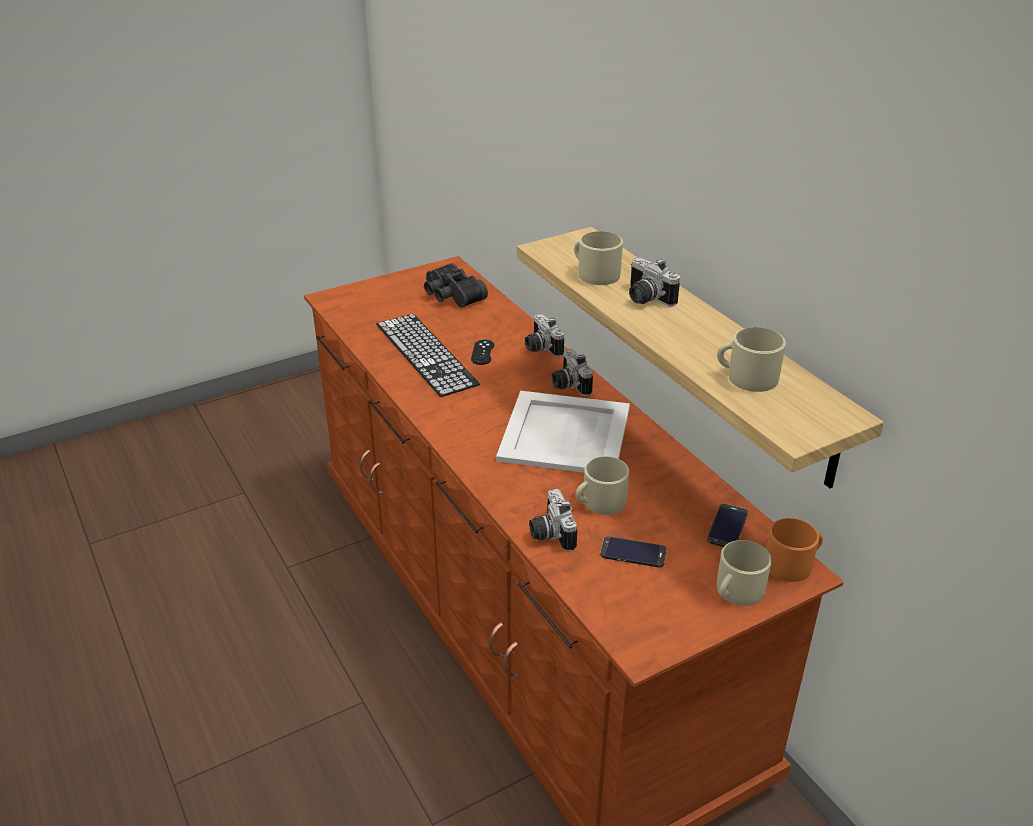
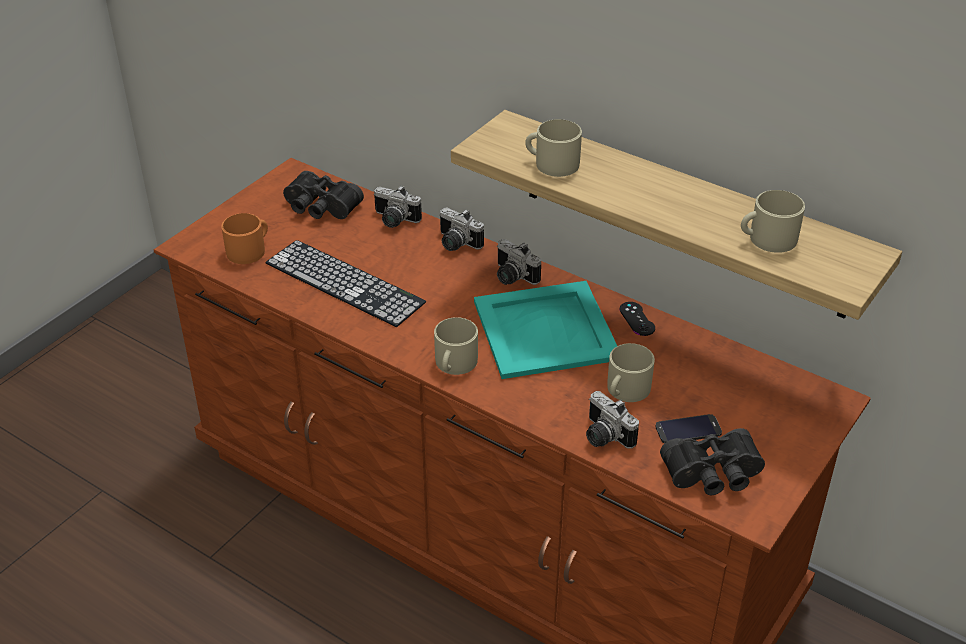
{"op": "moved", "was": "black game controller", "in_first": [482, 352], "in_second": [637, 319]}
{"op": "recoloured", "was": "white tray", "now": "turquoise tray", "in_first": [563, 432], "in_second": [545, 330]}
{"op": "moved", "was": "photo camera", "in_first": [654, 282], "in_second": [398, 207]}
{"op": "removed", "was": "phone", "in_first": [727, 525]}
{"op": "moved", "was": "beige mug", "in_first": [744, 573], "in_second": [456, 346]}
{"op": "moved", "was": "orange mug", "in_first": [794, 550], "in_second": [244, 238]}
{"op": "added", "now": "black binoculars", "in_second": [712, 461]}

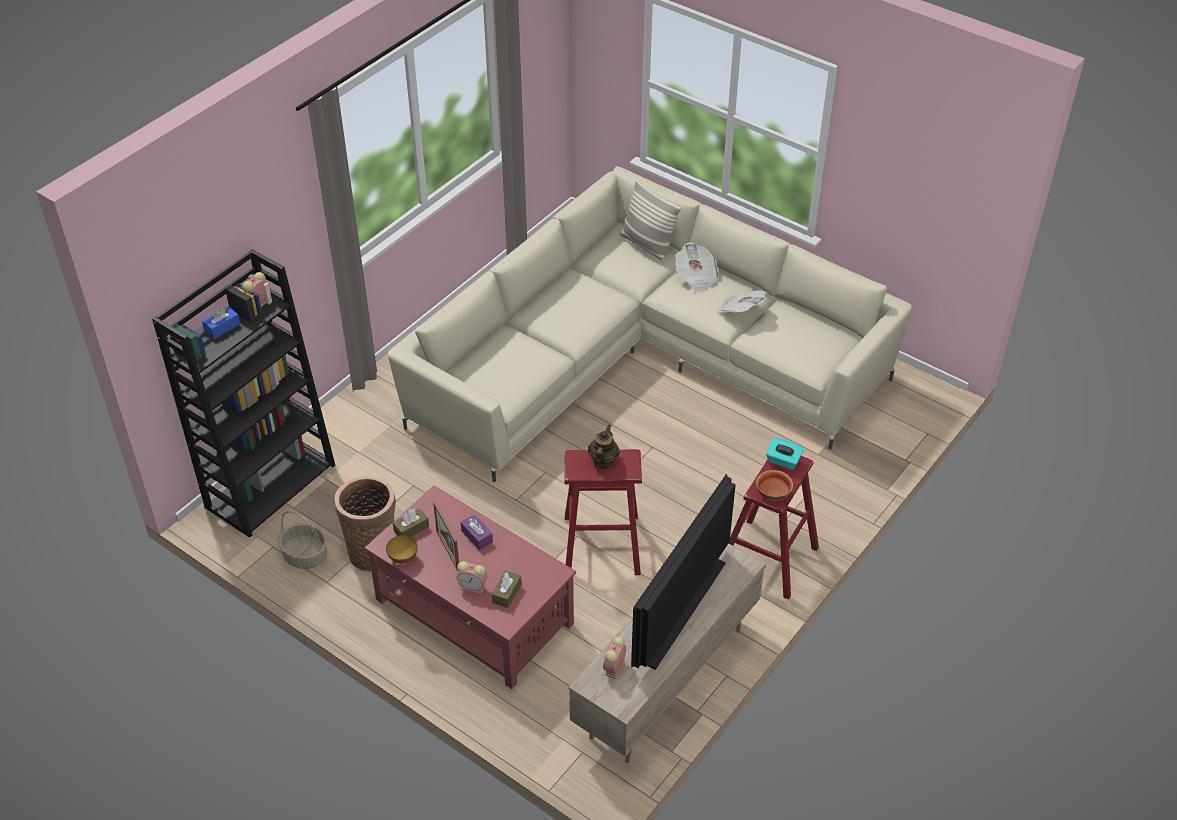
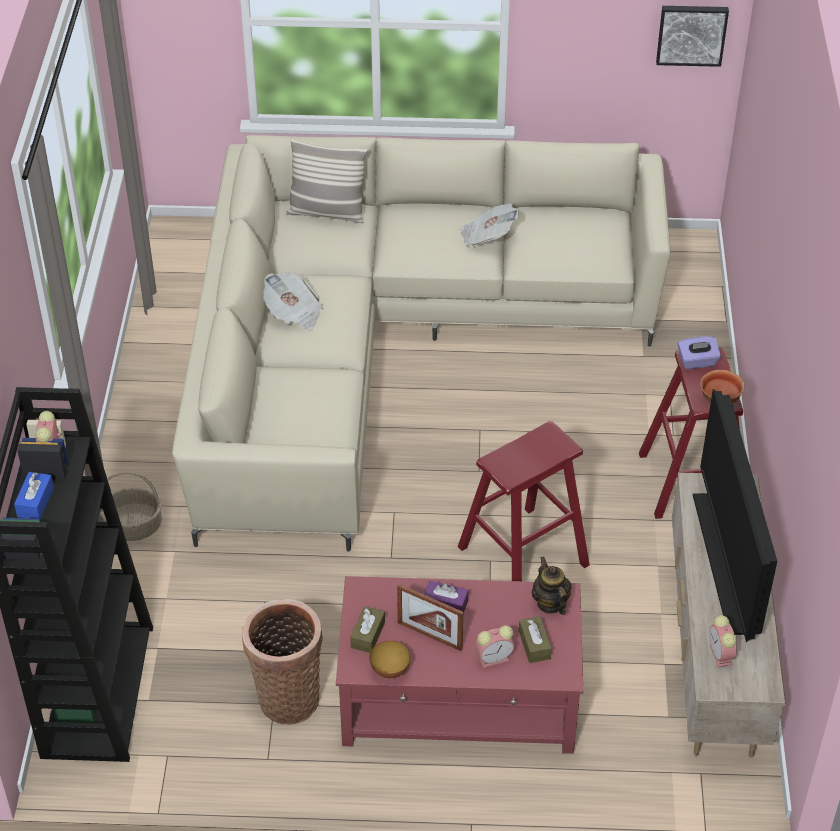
{"op": "moved", "was": "basket", "in_first": [302, 540], "in_second": [131, 507]}
{"op": "moved", "was": "teapot", "in_first": [604, 447], "in_second": [552, 586]}
{"op": "moved", "was": "newspaper", "in_first": [697, 268], "in_second": [293, 301]}
{"op": "recoloured", "was": "turquoise tissue box", "now": "purple tissue box", "in_first": [785, 454], "in_second": [699, 352]}
{"op": "added", "now": "picture", "in_second": [692, 36]}

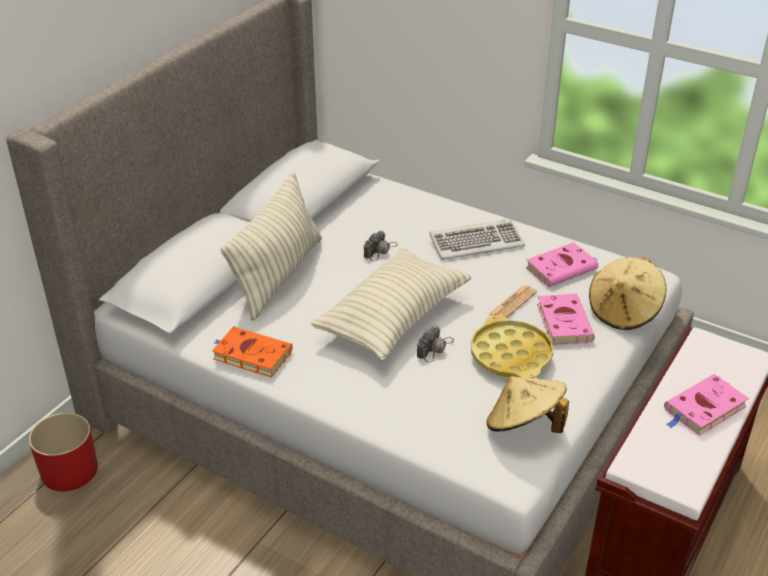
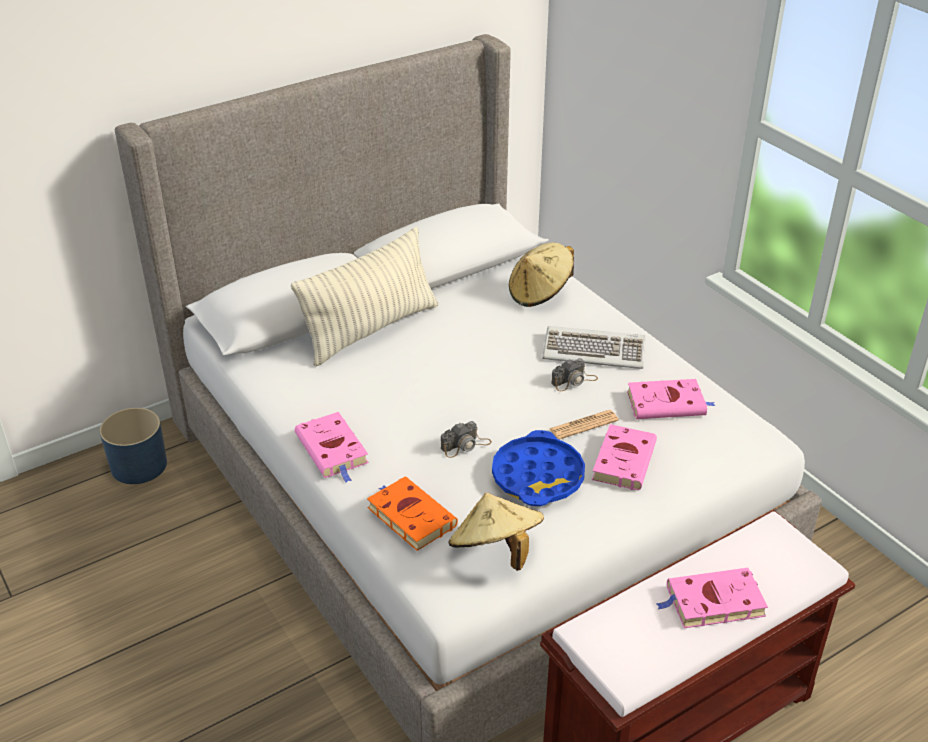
{"op": "recoloured", "was": "red planter", "now": "blue planter", "in_first": [63, 452], "in_second": [133, 446]}
{"op": "moved", "was": "orange book", "in_first": [252, 352], "in_second": [412, 513]}
{"op": "removed", "was": "pillow", "in_first": [391, 304]}
{"op": "moved", "was": "photo camera", "in_first": [381, 245], "in_second": [574, 374]}
{"op": "recoloured", "was": "yellow tray", "now": "blue tray", "in_first": [512, 347], "in_second": [538, 468]}
{"op": "moved", "was": "beige hat", "in_first": [627, 293], "in_second": [541, 274]}
{"op": "added", "now": "pink book", "in_second": [332, 447]}

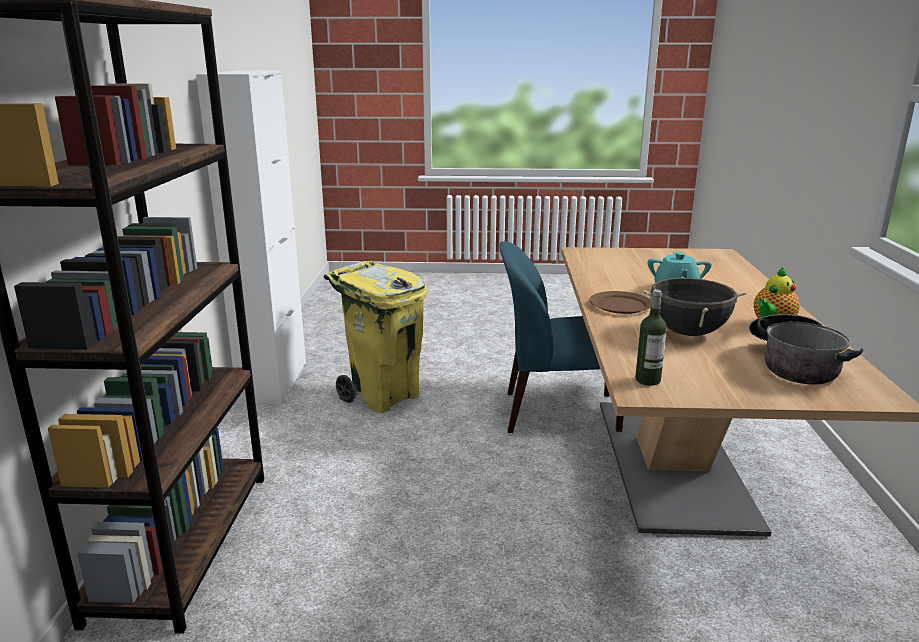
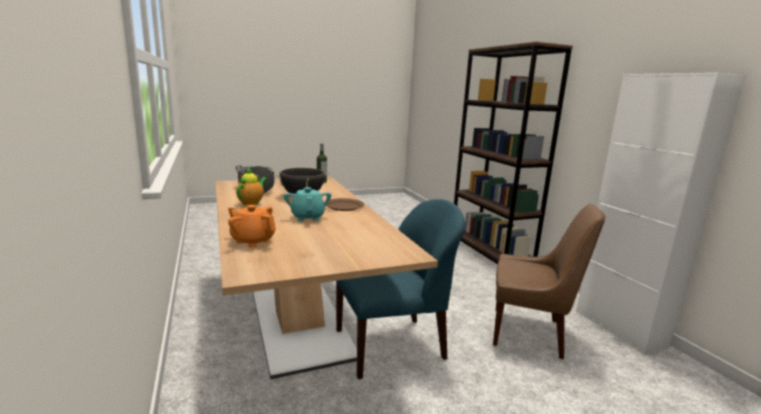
{"op": "replaced", "was": "yellow trash can", "now": "brown chair", "in_first": [376, 337], "in_second": [549, 282]}
{"op": "added", "now": "orange teapot", "in_second": [252, 226]}

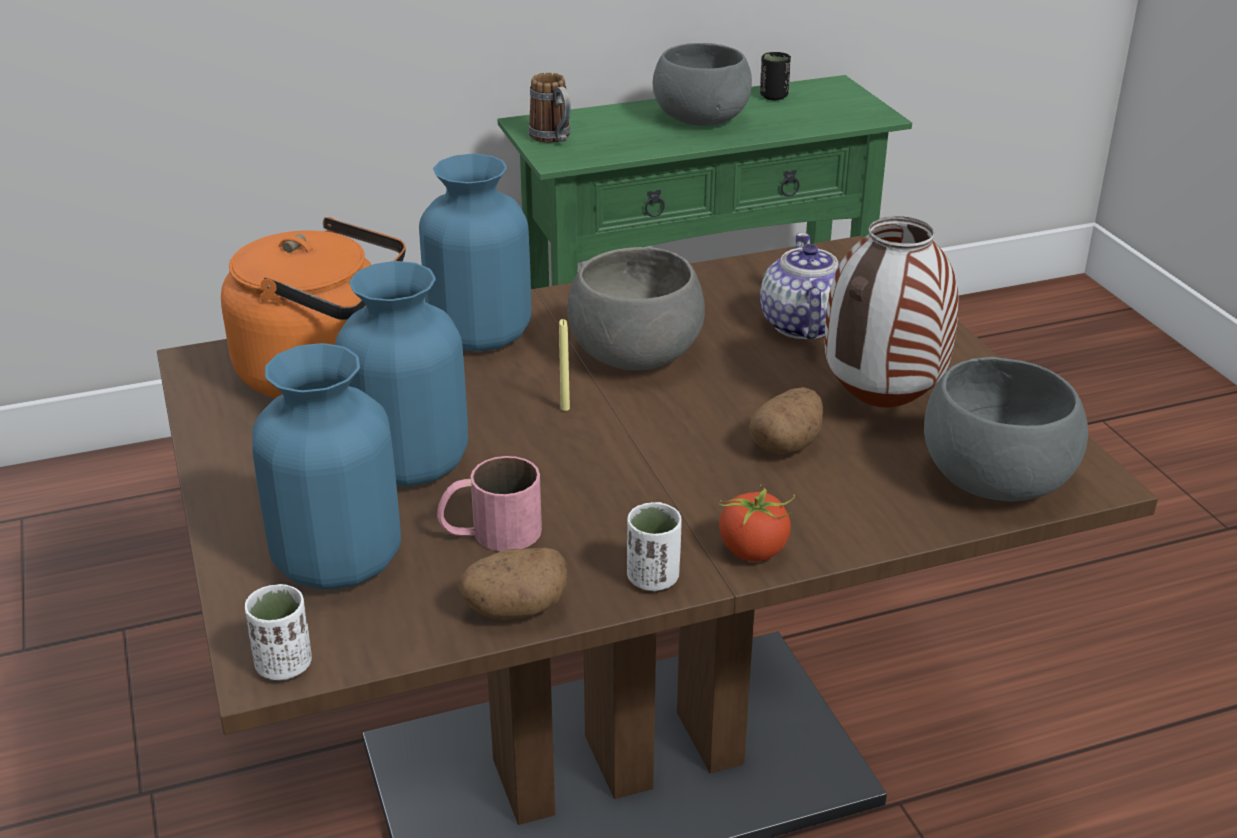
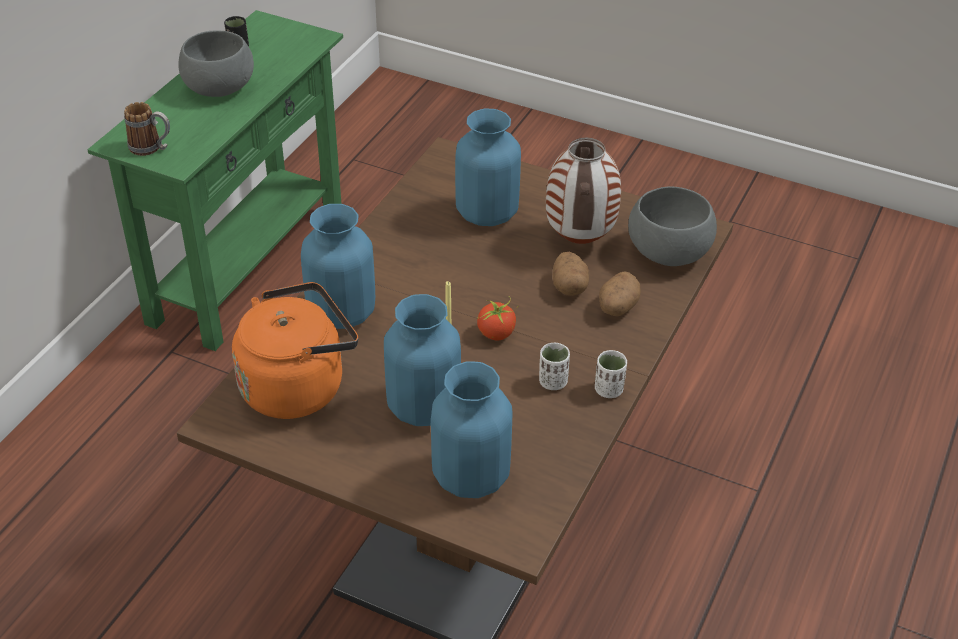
{"op": "moved", "was": "white cup", "in_first": [278, 632], "in_second": [554, 366]}
{"op": "removed", "was": "pink mug", "in_first": [489, 503]}
{"op": "moved", "was": "potato", "in_first": [512, 584], "in_second": [620, 293]}
{"op": "removed", "was": "grey bowl", "in_first": [636, 309]}
{"op": "moved", "was": "tomato", "in_first": [757, 523], "in_second": [498, 318]}
{"op": "replaced", "was": "teapot", "now": "blue vase", "in_first": [799, 286], "in_second": [488, 167]}

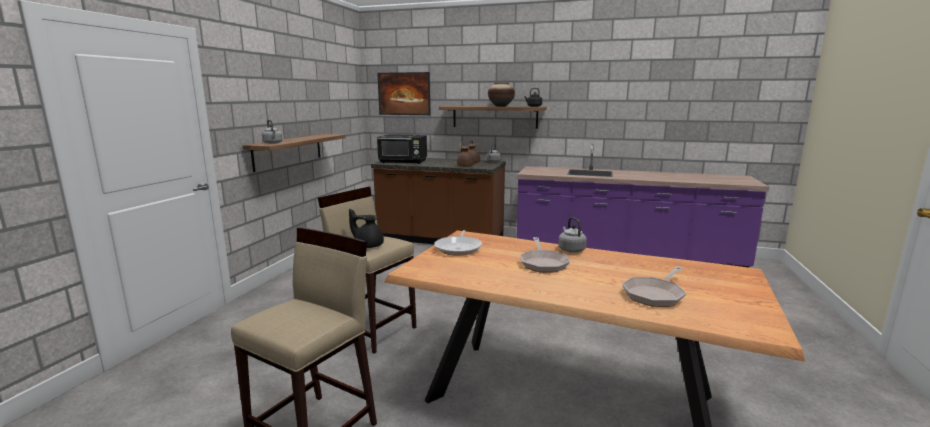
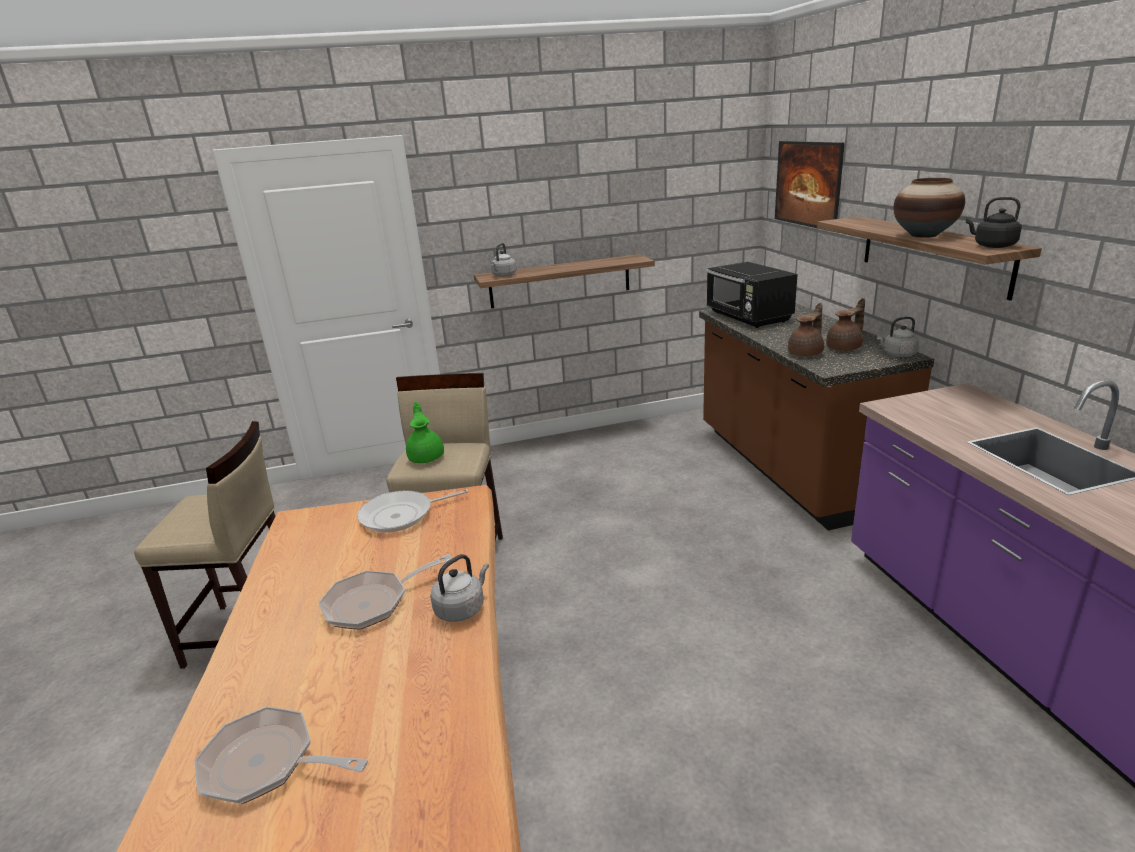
{"op": "recoloured", "was": "black teapot", "now": "green teapot", "in_first": [366, 228], "in_second": [425, 432]}

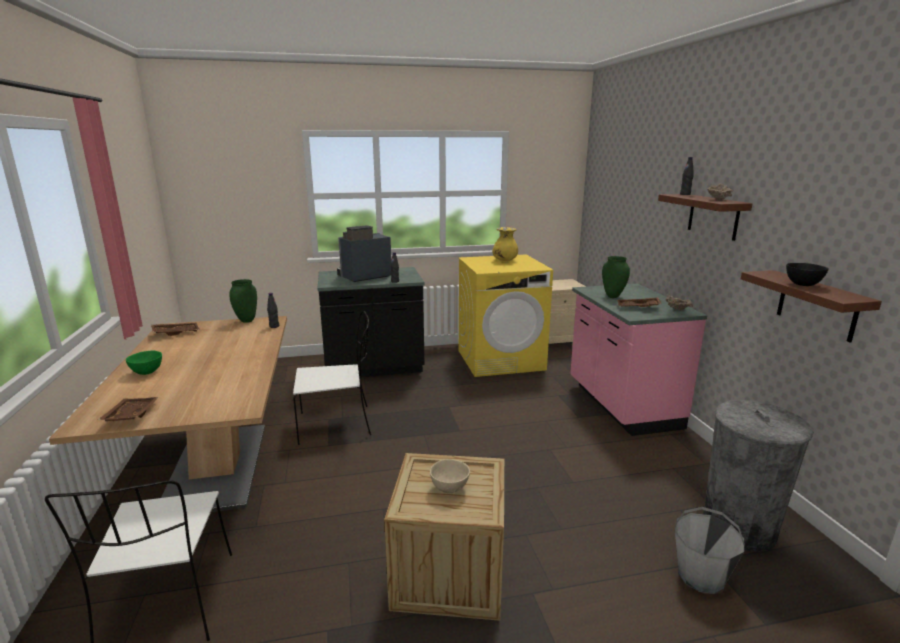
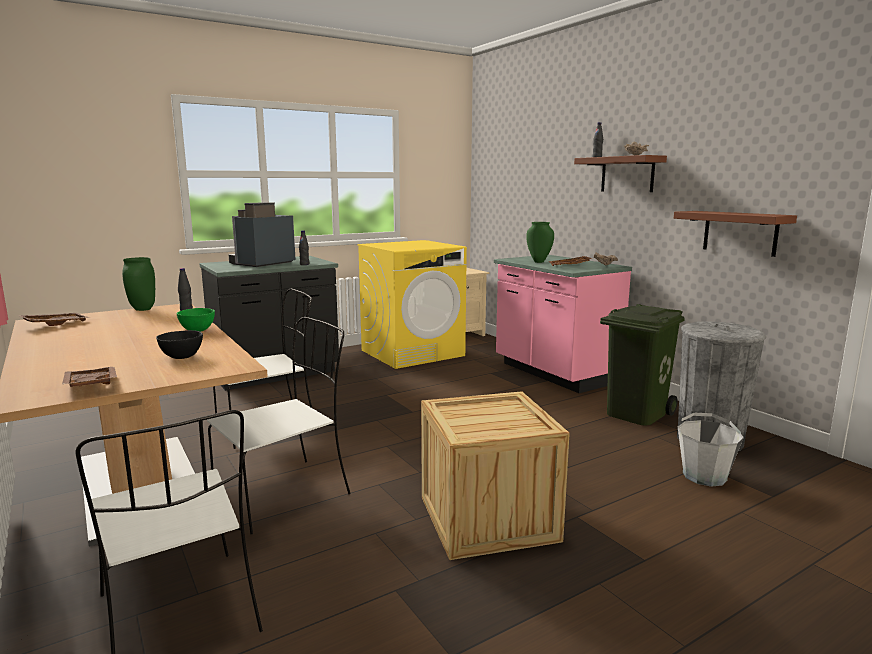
{"op": "moved", "was": "green bowl", "in_first": [144, 363], "in_second": [195, 319]}
{"op": "removed", "was": "beige bowl", "in_first": [450, 476]}
{"op": "removed", "was": "yellow vase", "in_first": [505, 244]}
{"op": "moved", "was": "black bowl", "in_first": [807, 274], "in_second": [179, 344]}
{"op": "added", "now": "white chair", "in_second": [279, 425]}
{"op": "added", "now": "green trash can", "in_second": [642, 364]}

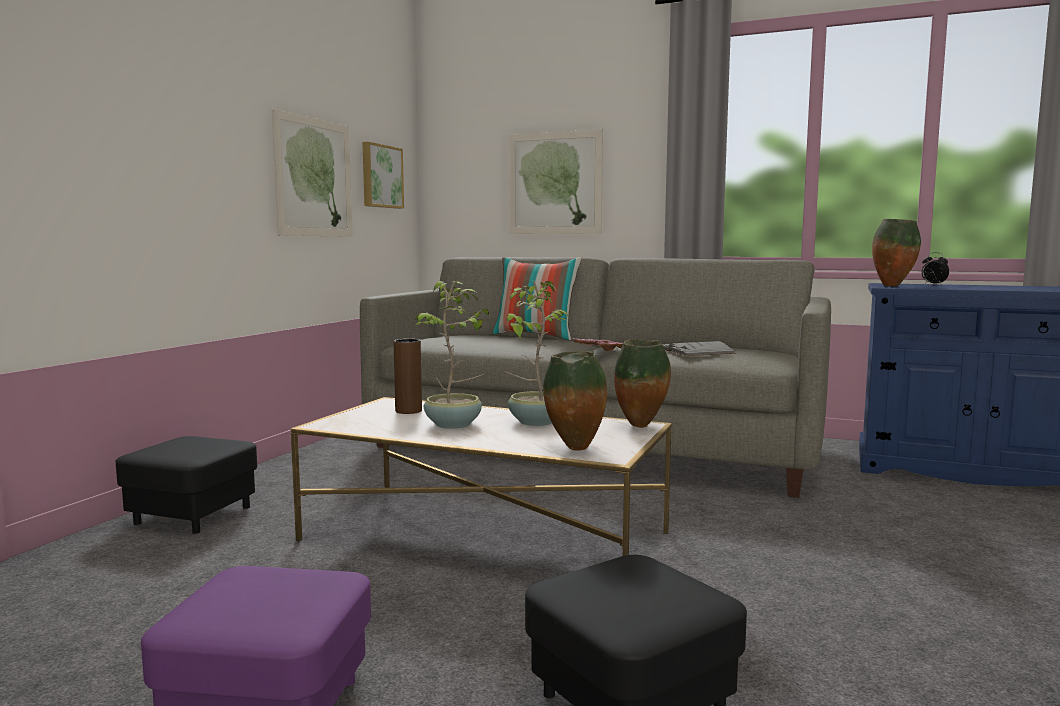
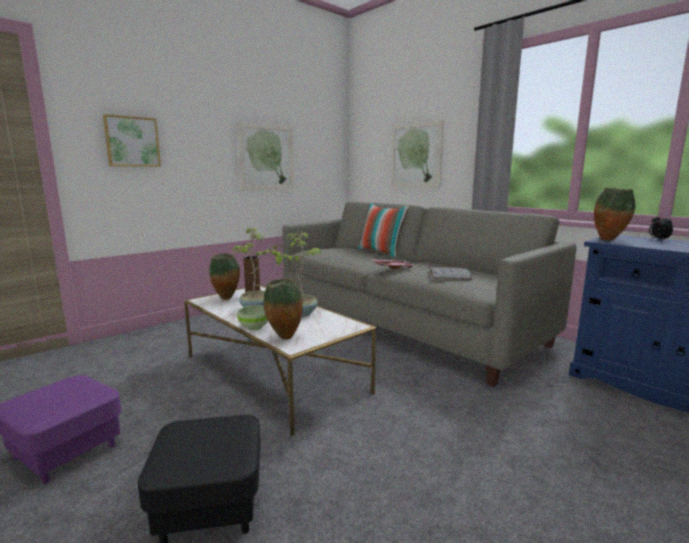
{"op": "removed", "was": "black ottoman", "in_first": [186, 485]}
{"op": "moved", "was": "picture", "in_first": [383, 175], "in_second": [132, 140]}
{"op": "moved", "was": "vase", "in_first": [642, 383], "in_second": [224, 276]}
{"op": "added", "now": "green bowl", "in_second": [252, 318]}

